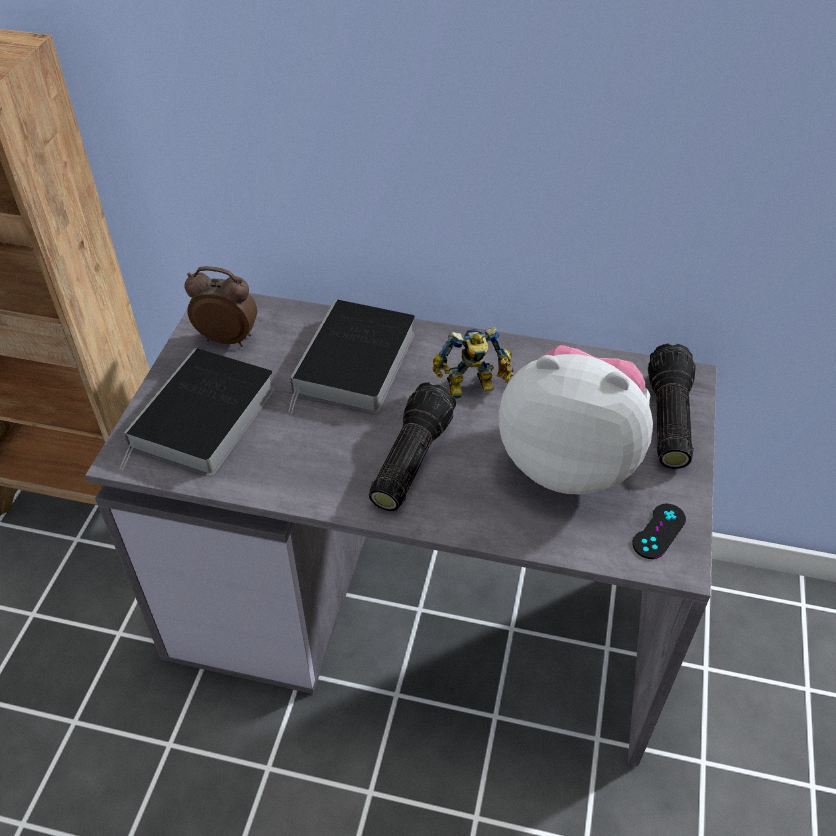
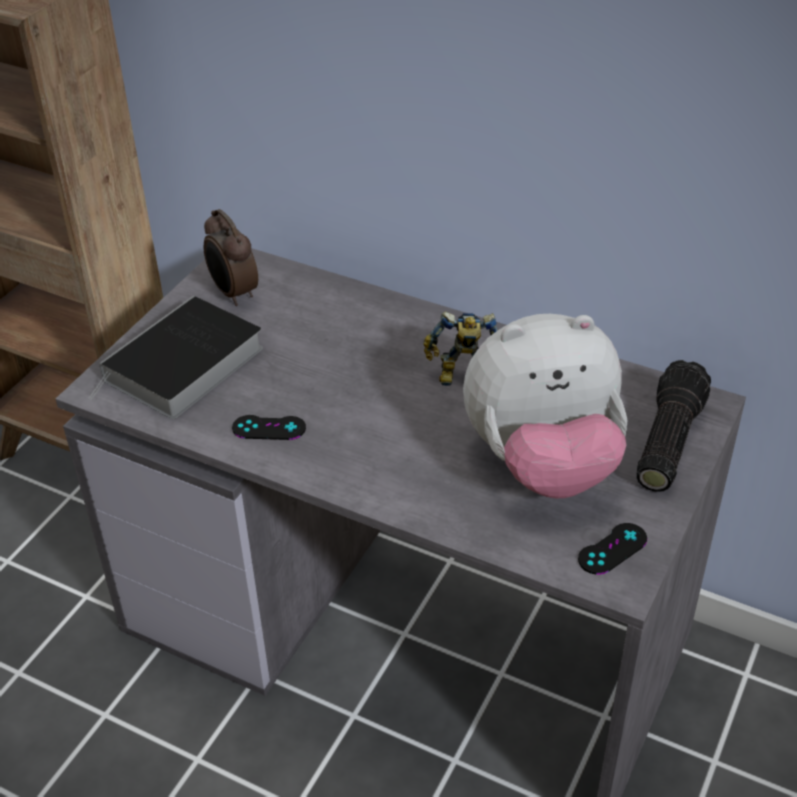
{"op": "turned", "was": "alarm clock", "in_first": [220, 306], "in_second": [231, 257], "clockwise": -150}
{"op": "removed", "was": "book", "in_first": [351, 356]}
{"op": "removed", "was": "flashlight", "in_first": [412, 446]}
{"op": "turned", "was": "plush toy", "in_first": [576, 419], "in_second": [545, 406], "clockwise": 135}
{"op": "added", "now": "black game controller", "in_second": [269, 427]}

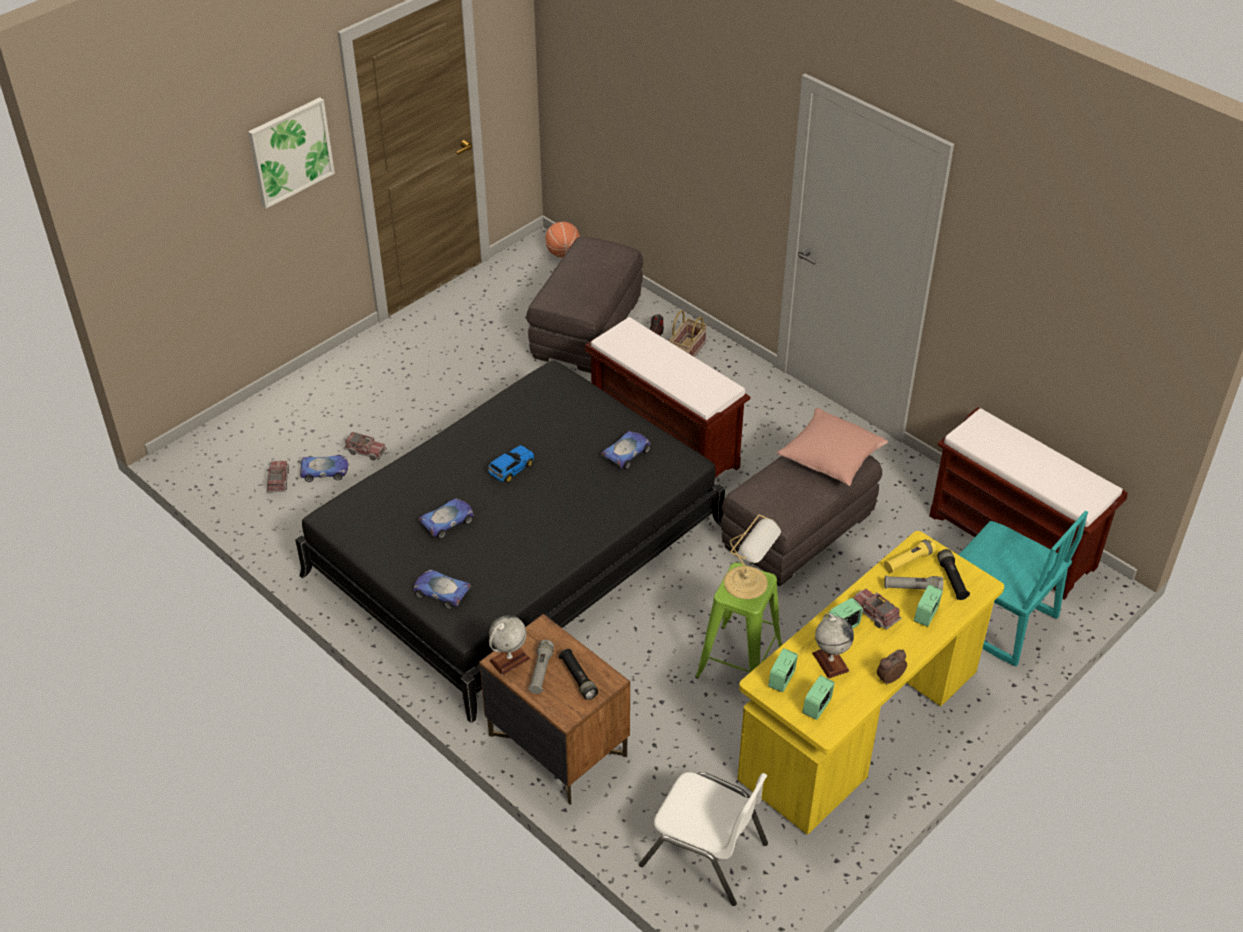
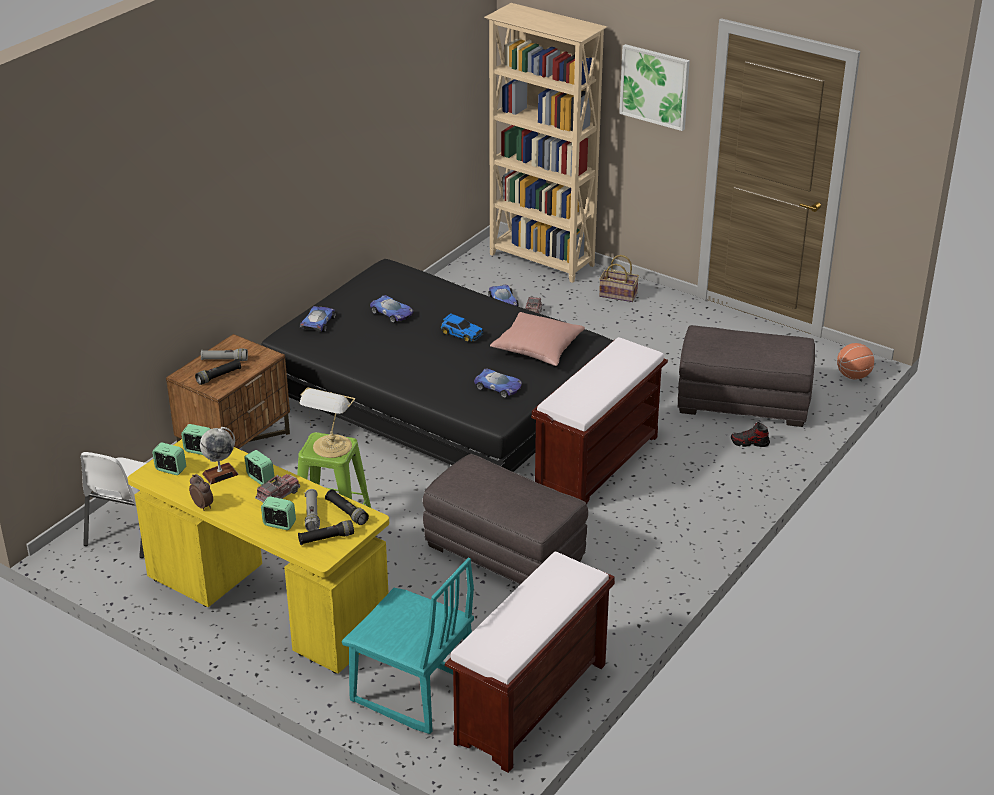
{"op": "removed", "was": "toy truck", "in_first": [278, 476]}
{"op": "removed", "was": "globe", "in_first": [509, 645]}
{"op": "moved", "was": "basket", "in_first": [688, 333], "in_second": [619, 278]}
{"op": "moved", "was": "pink pillow", "in_first": [832, 447], "in_second": [537, 339]}
{"op": "recoloured", "was": "yellow flashlight", "now": "black flashlight", "in_first": [910, 555], "in_second": [347, 507]}
{"op": "turned", "was": "turquoise chair", "in_first": [1023, 588], "in_second": [408, 645], "clockwise": -90}
{"op": "added", "now": "beige bookcase", "in_second": [545, 143]}

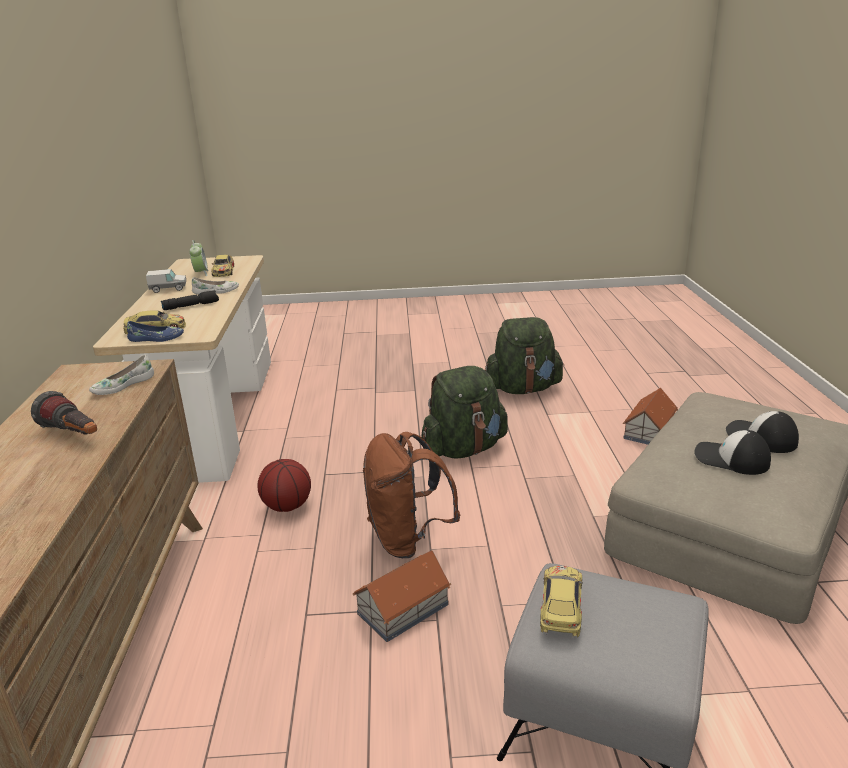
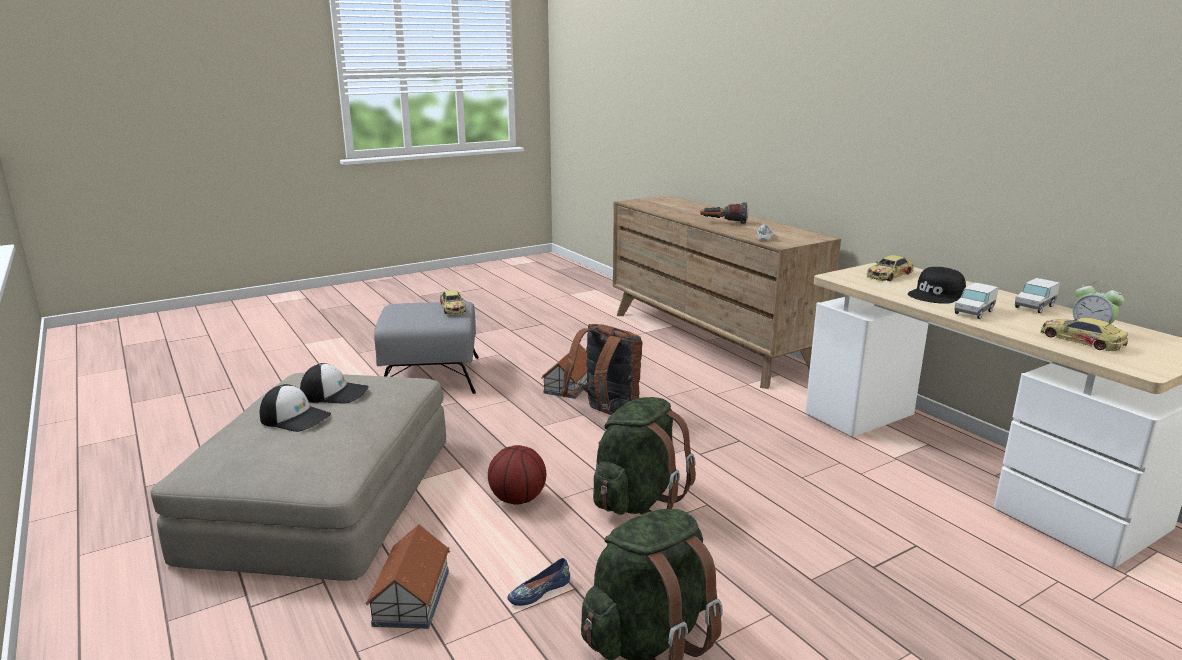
{"op": "moved", "was": "blue shoe", "in_first": [155, 331], "in_second": [538, 582]}
{"op": "replaced", "was": "black flashlight", "now": "black cap", "in_first": [190, 300], "in_second": [937, 285]}
{"op": "replaced", "was": "white shoe", "now": "toy truck", "in_first": [215, 286], "in_second": [976, 300]}
{"op": "moved", "was": "basketball", "in_first": [284, 485], "in_second": [517, 475]}

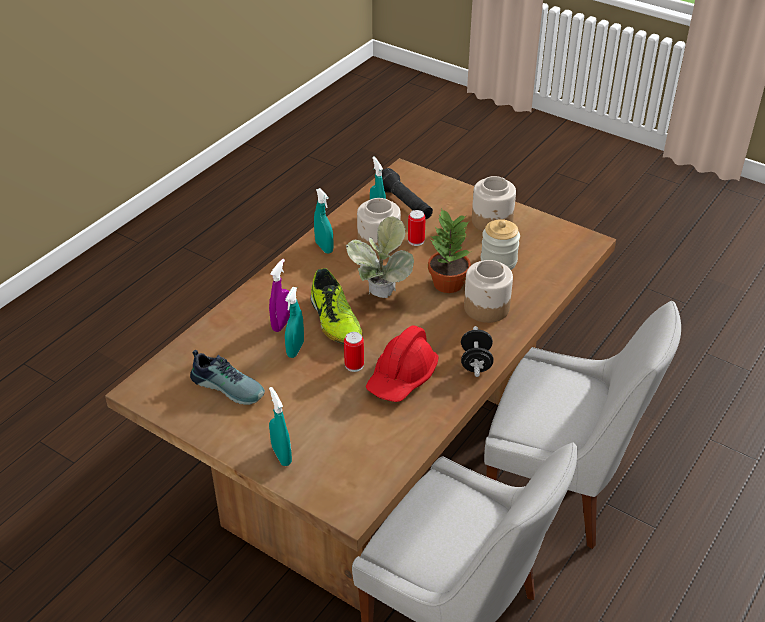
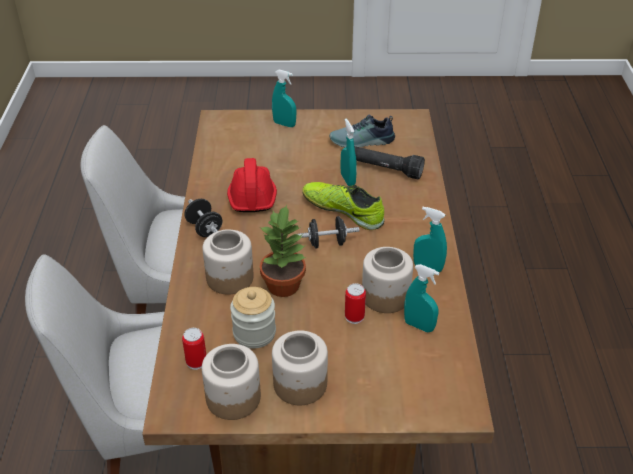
{"op": "removed", "was": "purple spray bottle", "in_first": [279, 295]}
{"op": "moved", "was": "can", "in_first": [354, 352], "in_second": [194, 349]}
{"op": "replaced", "was": "potted plant", "now": "black dumbbell", "in_first": [380, 257], "in_second": [329, 232]}
{"op": "moved", "was": "black flashlight", "in_first": [407, 193], "in_second": [389, 163]}
{"op": "added", "now": "jar", "in_second": [231, 382]}

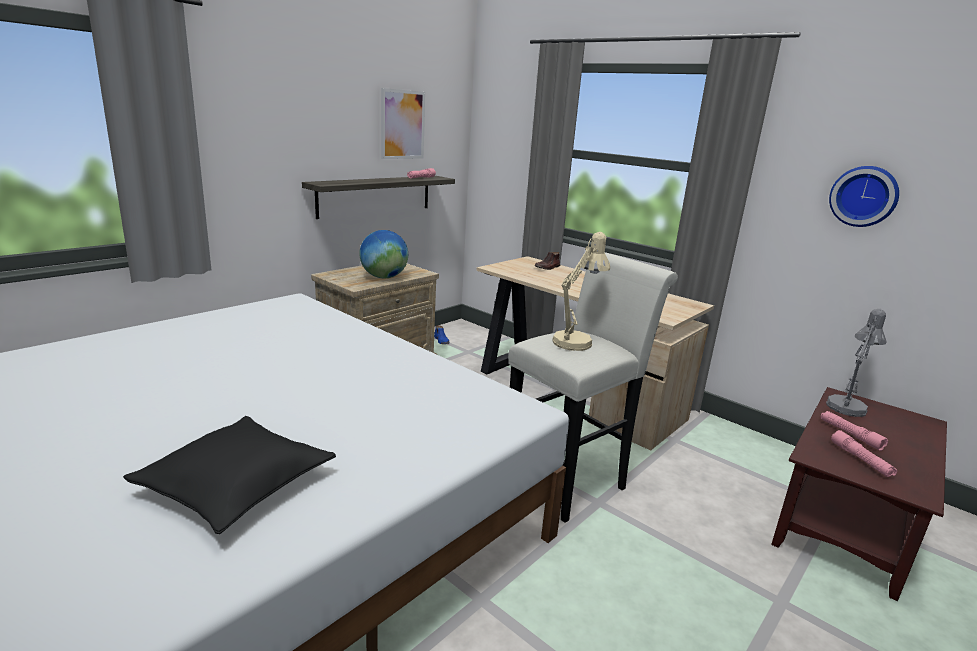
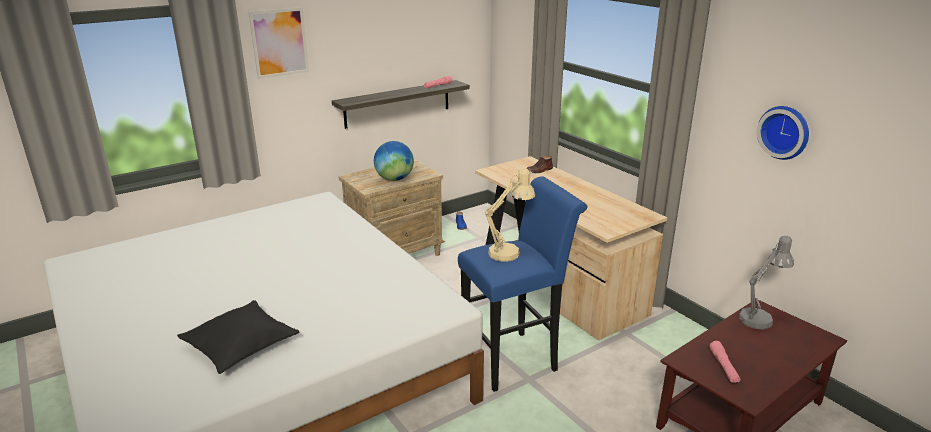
{"op": "moved", "was": "picture", "in_first": [403, 123], "in_second": [279, 43]}
{"op": "recoloured", "was": "white stool", "now": "blue stool", "in_first": [593, 387], "in_second": [522, 284]}
{"op": "removed", "was": "pink flashlight", "in_first": [854, 431]}

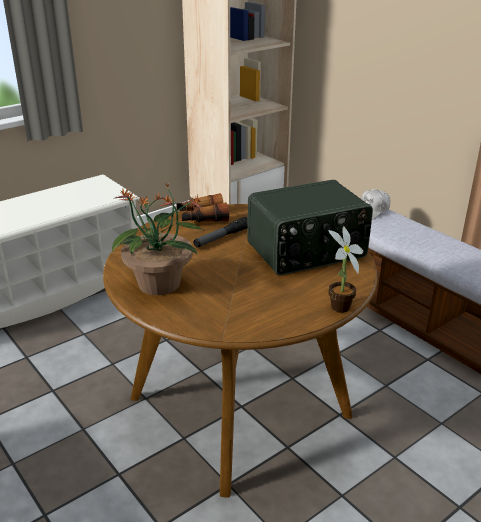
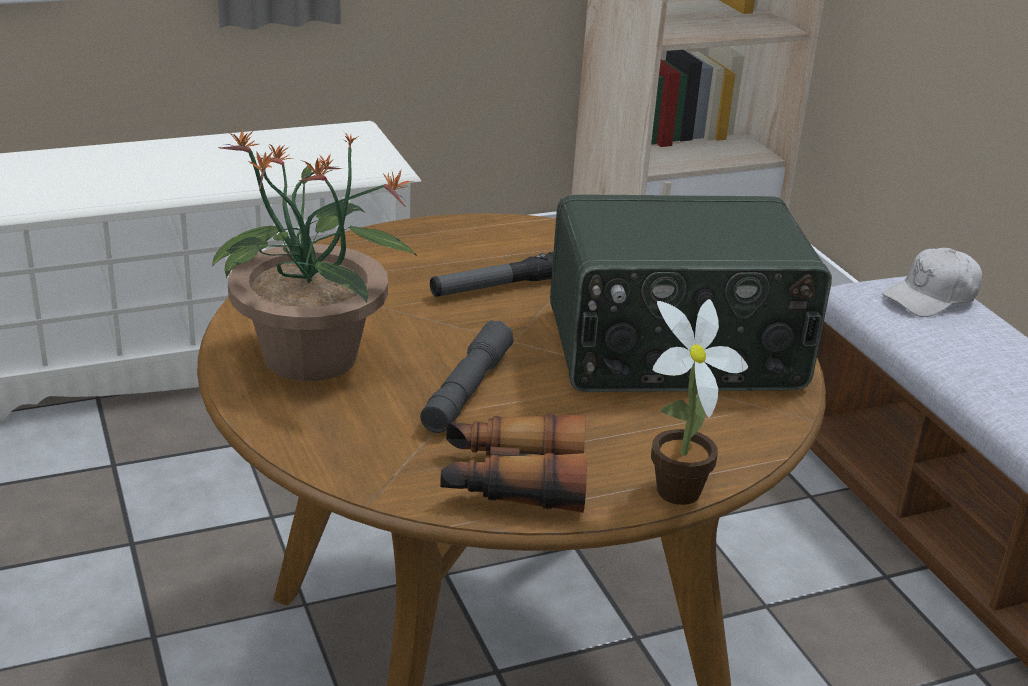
{"op": "moved", "was": "binoculars", "in_first": [202, 207], "in_second": [513, 463]}
{"op": "added", "now": "grey flashlight", "in_second": [467, 376]}

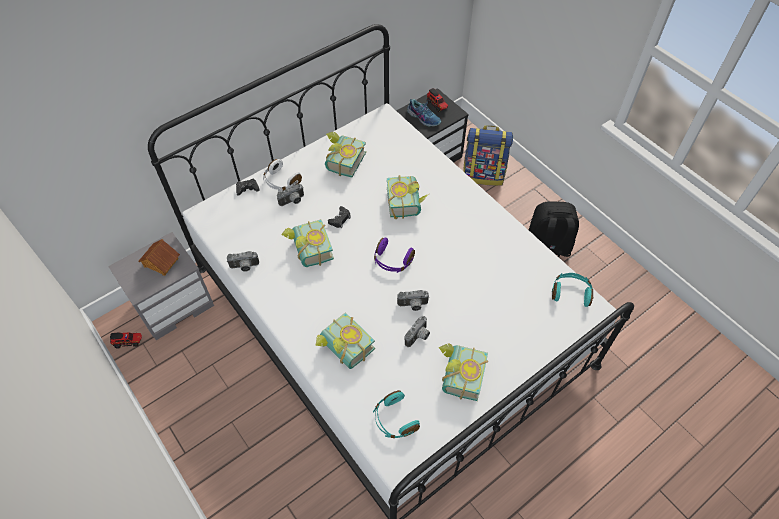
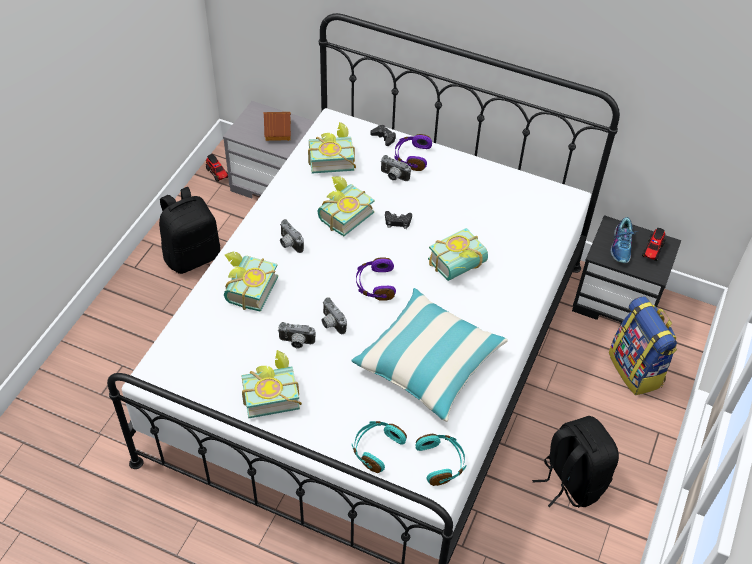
{"op": "moved", "was": "photo camera", "in_first": [243, 261], "in_second": [292, 236]}
{"op": "recoloured", "was": "white headphones", "now": "purple headphones", "in_first": [282, 175], "in_second": [413, 152]}
{"op": "moved", "was": "book", "in_first": [345, 154], "in_second": [332, 147]}
{"op": "moved", "was": "turquoise headphones", "in_first": [396, 414], "in_second": [379, 447]}
{"op": "added", "now": "black backpack", "in_second": [189, 230]}
{"op": "added", "now": "pillow", "in_second": [429, 355]}

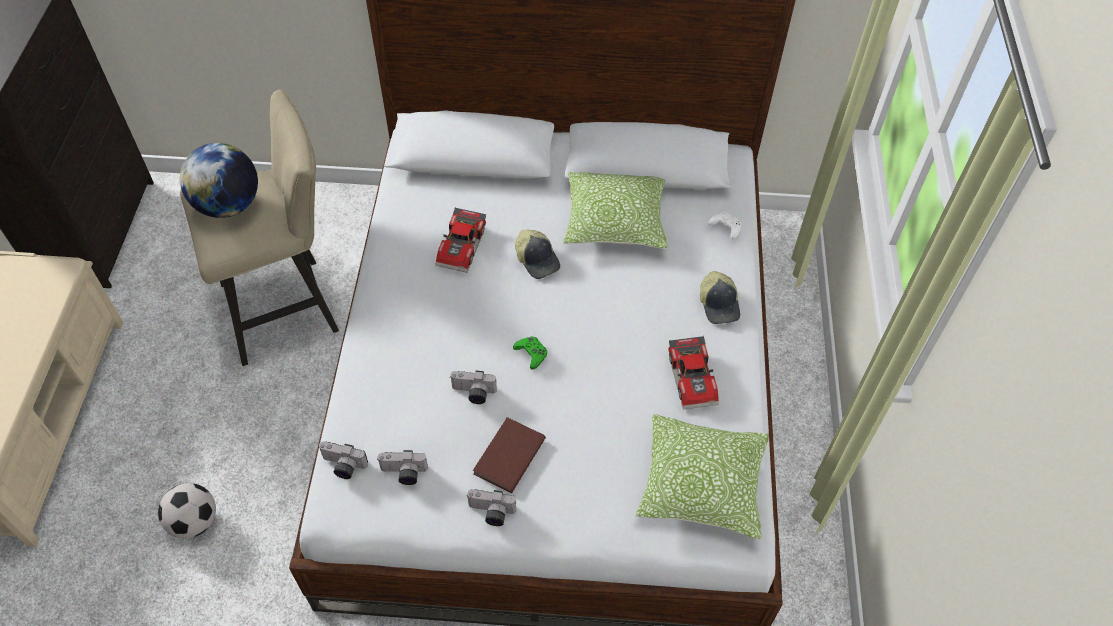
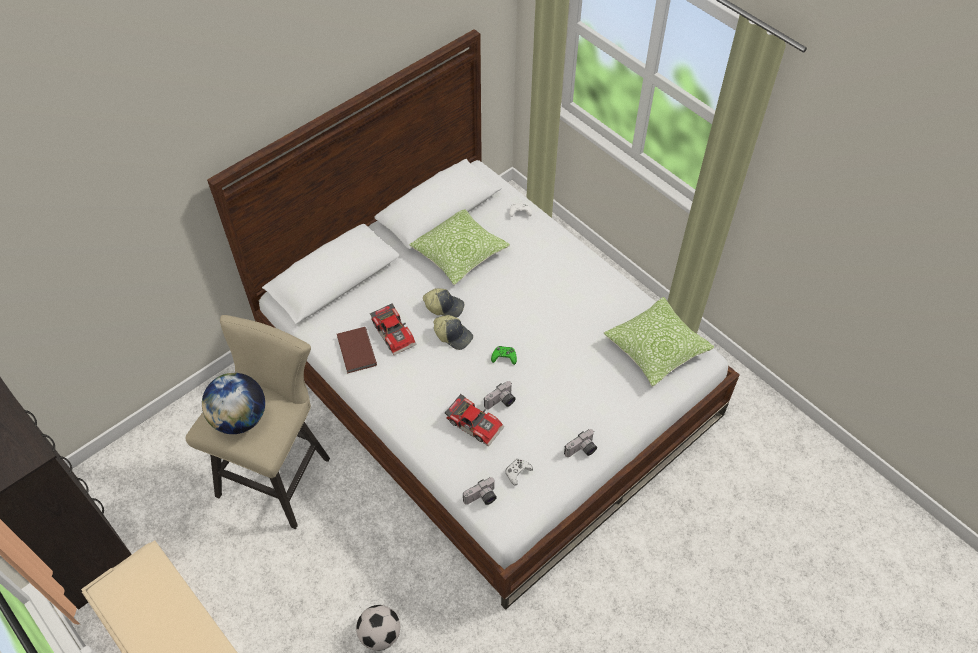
{"op": "replaced", "was": "photo camera", "now": "white game controller", "in_first": [403, 467], "in_second": [519, 472]}
{"op": "moved", "was": "brown book", "in_first": [509, 455], "in_second": [357, 350]}
{"op": "moved", "was": "toy car", "in_first": [693, 373], "in_second": [474, 420]}
{"op": "moved", "was": "cap", "in_first": [720, 297], "in_second": [453, 332]}

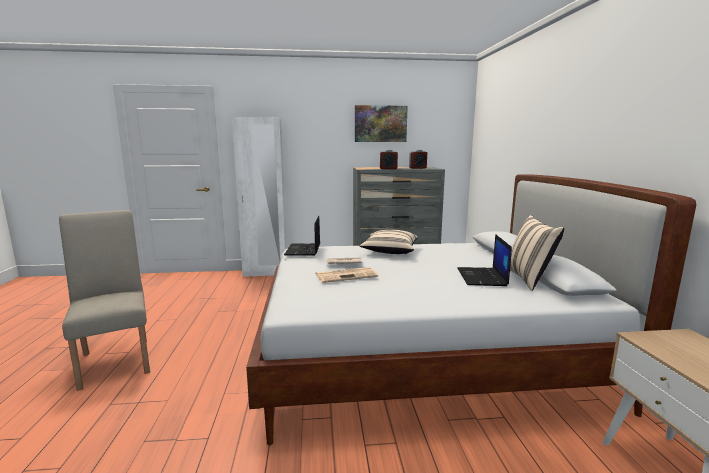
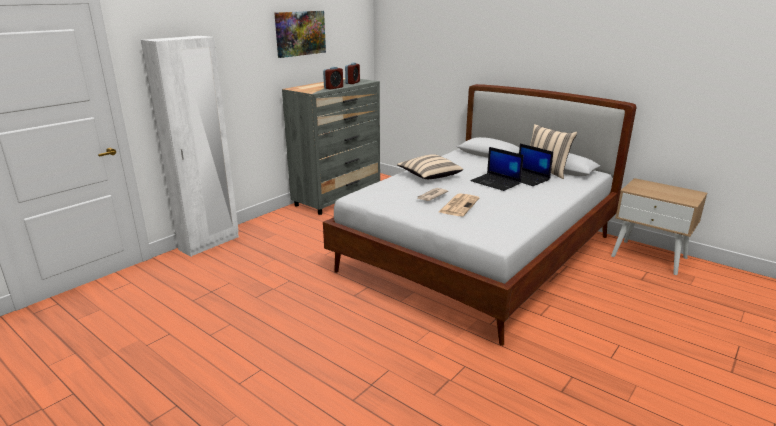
{"op": "removed", "was": "beige chair", "in_first": [104, 300]}
{"op": "moved", "was": "laptop", "in_first": [302, 236], "in_second": [497, 169]}

